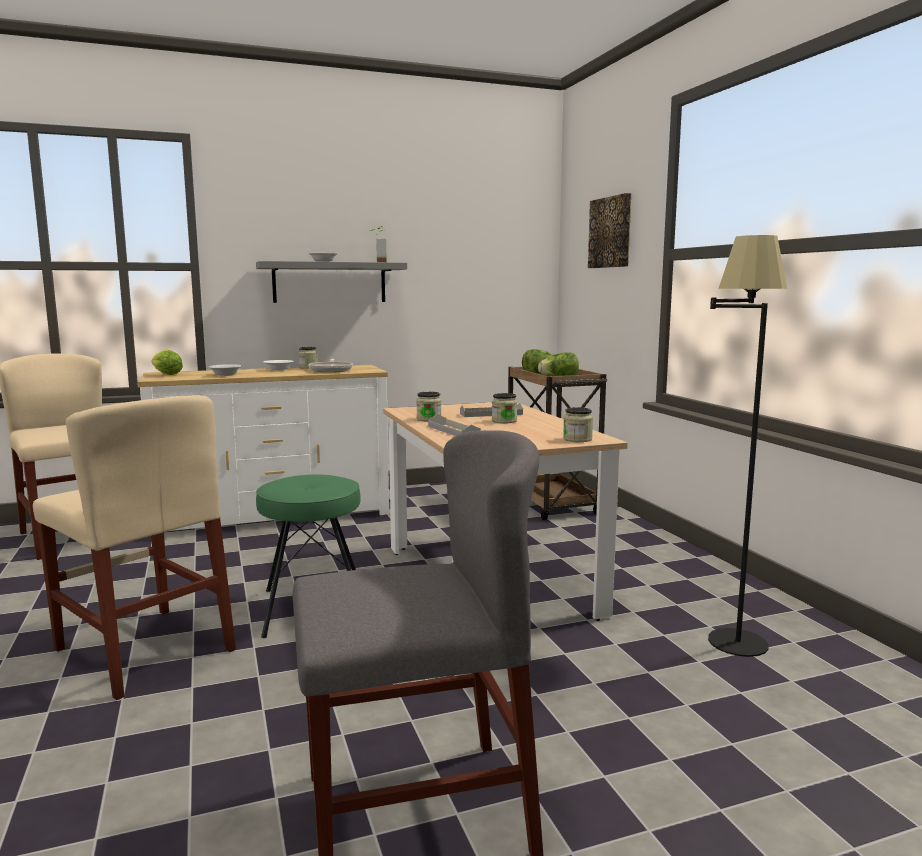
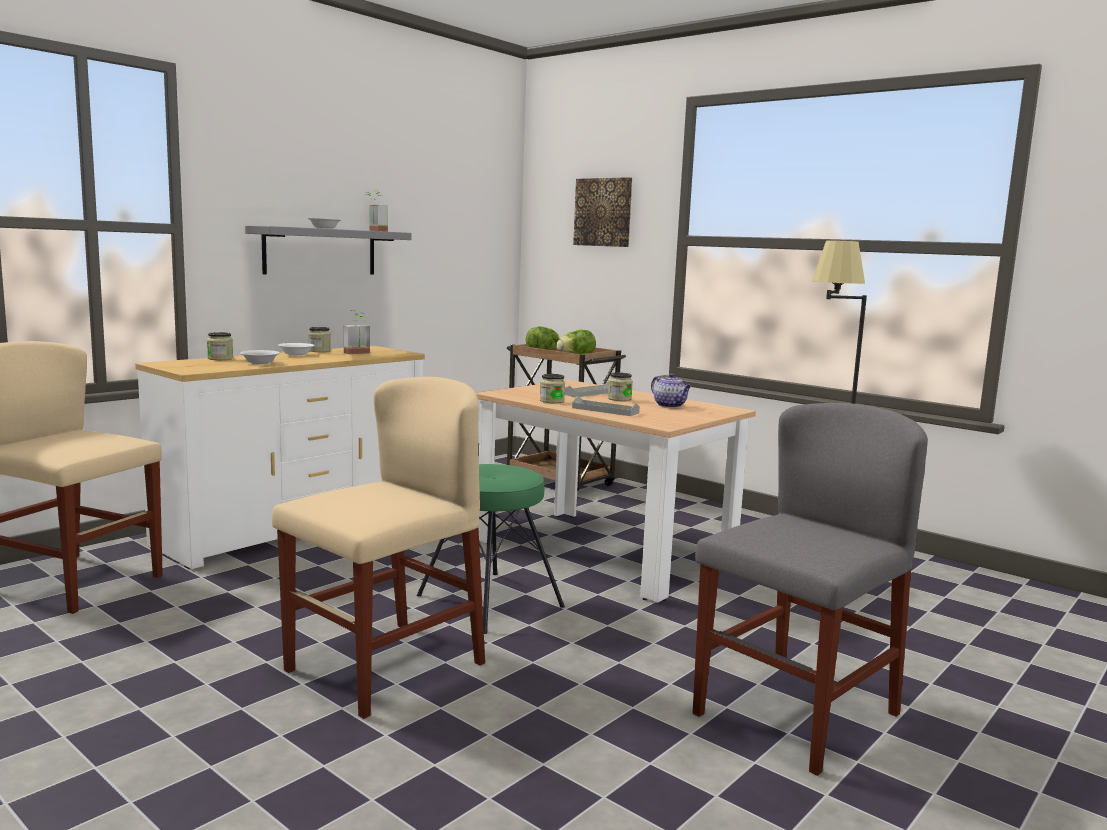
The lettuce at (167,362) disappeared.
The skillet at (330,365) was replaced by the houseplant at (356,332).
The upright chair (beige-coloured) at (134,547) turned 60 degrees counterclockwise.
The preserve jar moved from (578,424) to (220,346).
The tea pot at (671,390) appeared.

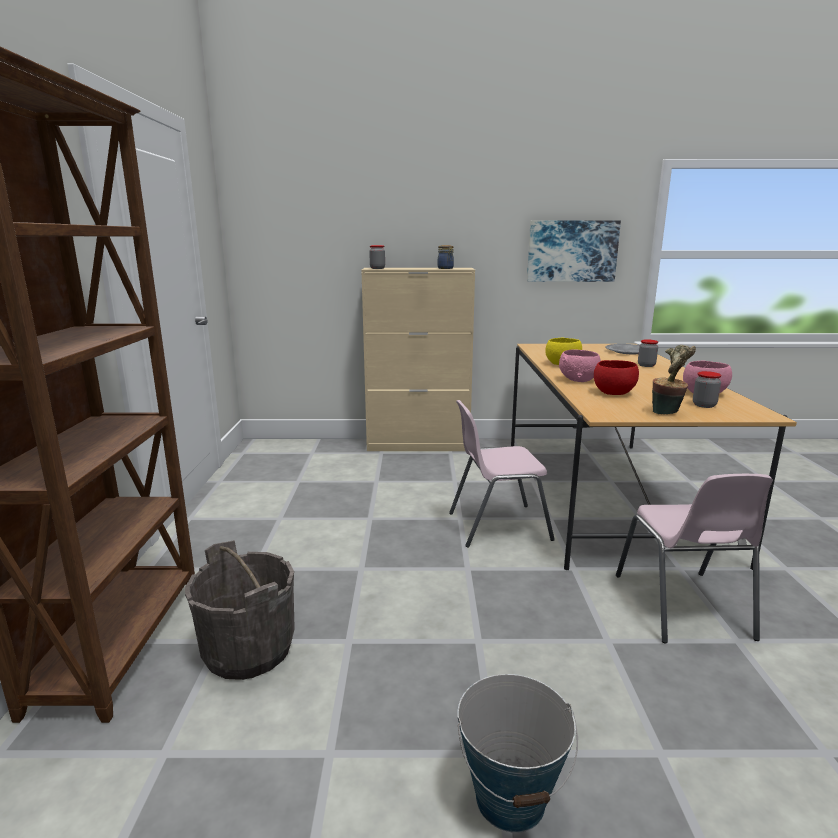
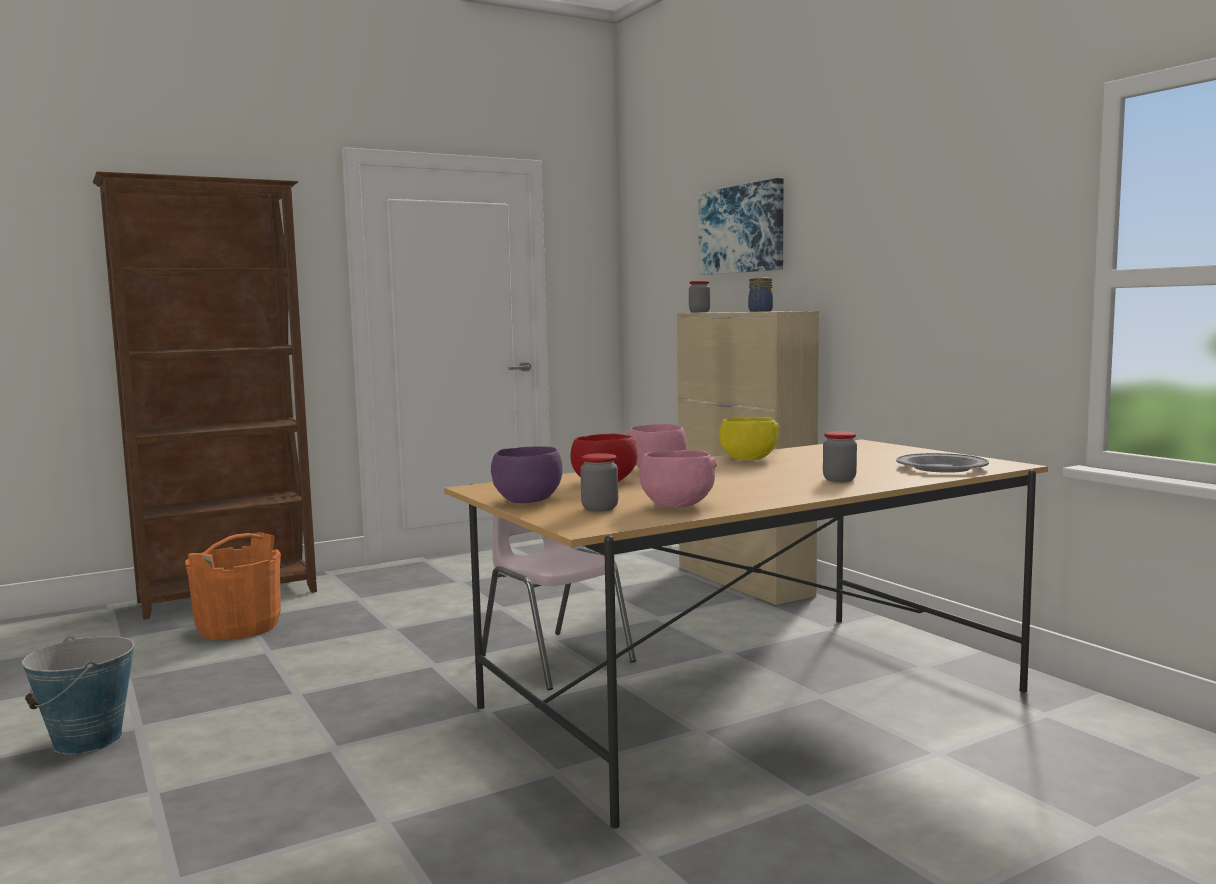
The wall picture moved from (574,251) to (741,226).
The houseplant at (674,379) was replaced by the deep dish (purple) at (527,474).
The upright chair (pinkish) at (694,558) disappeared.
The bucket (greyish) at (240,610) became the bucket (orange-coloured) at (233,586).

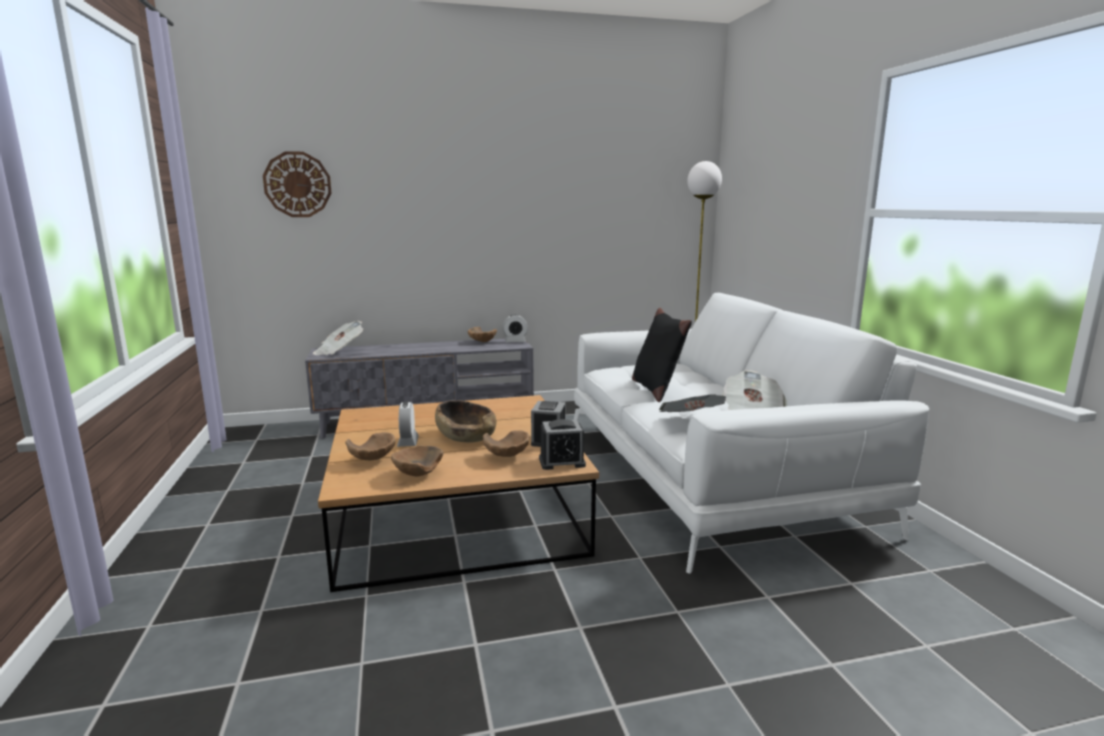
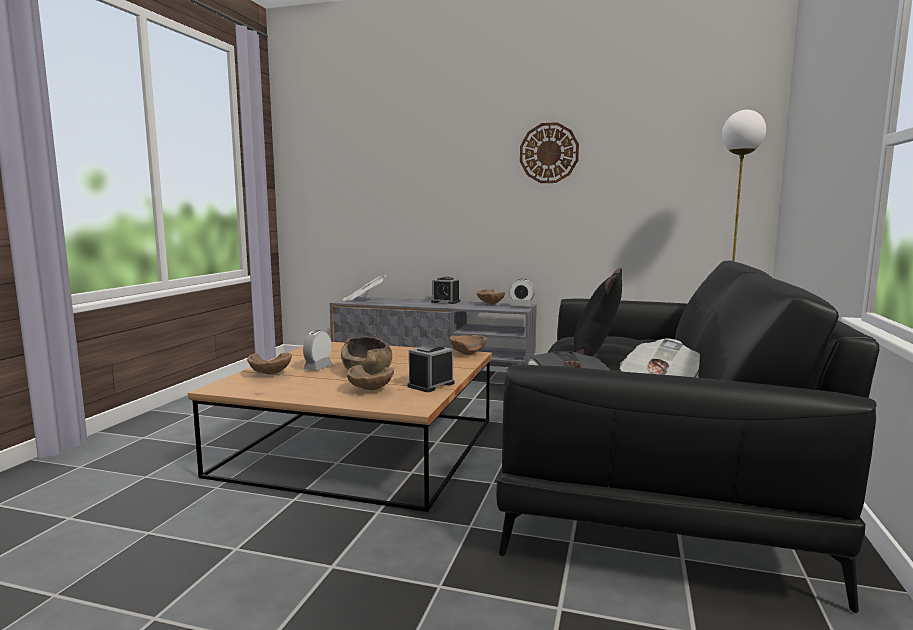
The wall clock moved from (297,184) to (549,152).
The sofa (white) at (751,433) became the sofa (black) at (687,437).
The bedside clock moved from (562,444) to (445,290).
The deep dish (brown) moved from (417,461) to (468,345).

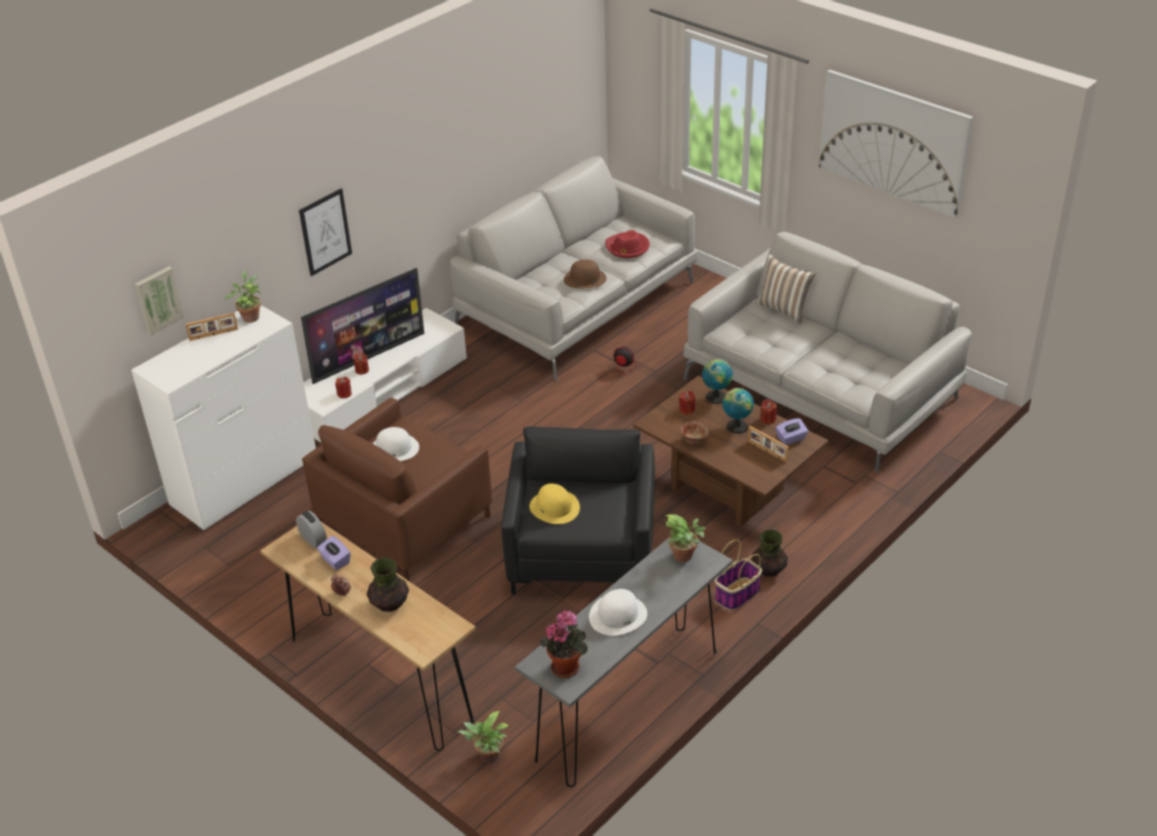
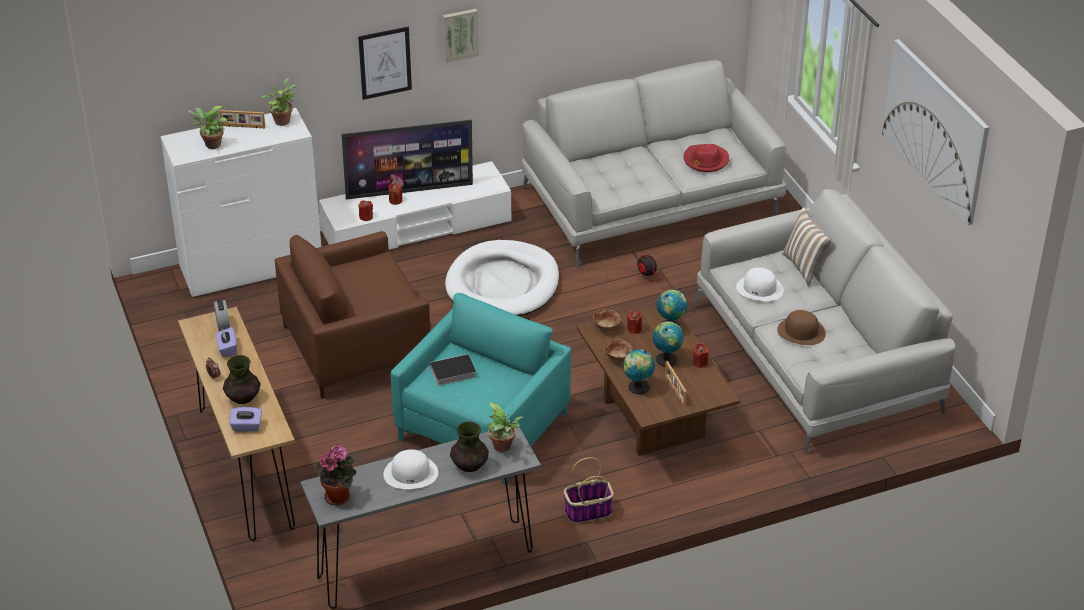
The hat (brown) moved from (585,273) to (801,327).
The wall picture moved from (159,301) to (461,36).
The tissue holder (purple) moved from (791,431) to (245,419).
The easy chair (black) at (578,510) became the easy chair (turquoise-coloured) at (481,388).
The hat (white) moved from (396,444) to (760,284).
The hat (yellowish) at (554,503) was replaced by the book at (450,370).
The decorative vase moved from (769,553) to (469,446).
The houseplant moved from (483,737) to (207,127).
The dog bed (white) at (502,278) appeared.
The deep dish at (606,320) appeared.
The desk globe at (639,371) appeared.

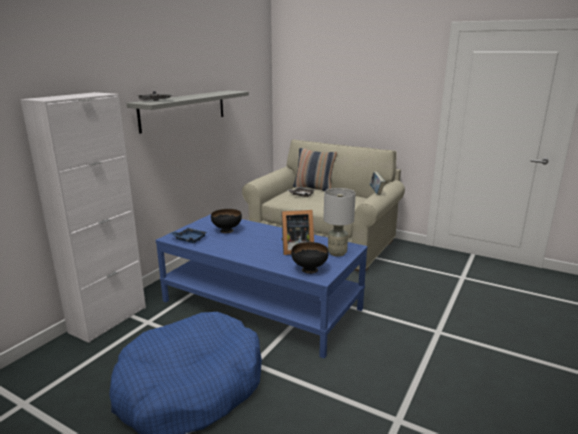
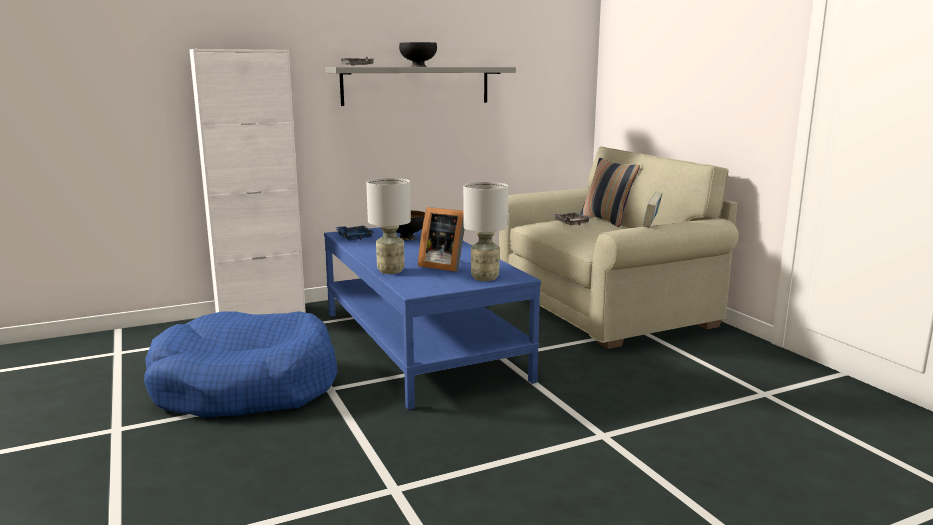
The deep dish (black) moved from (310,258) to (418,54).
The tabletop lamp (greyish) at (388,226) appeared.

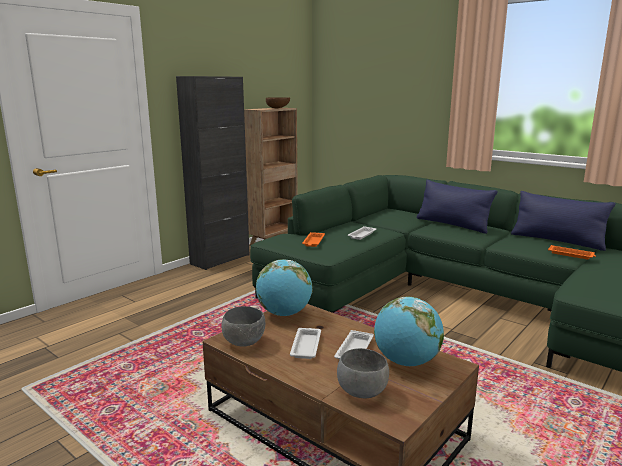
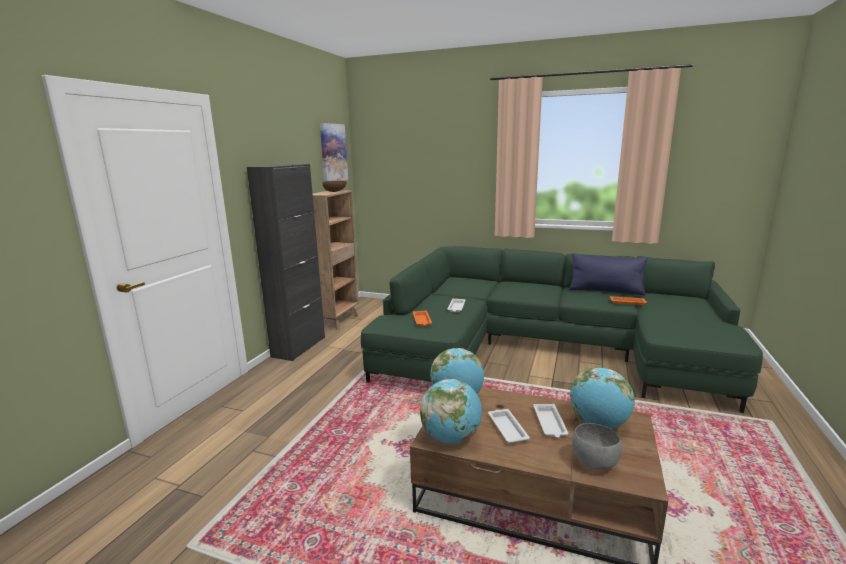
The cushion (bluish) at (457,207) disappeared.
The deep dish (greyish) at (243,326) was replaced by the desk globe at (451,411).
The wall picture at (334,152) appeared.

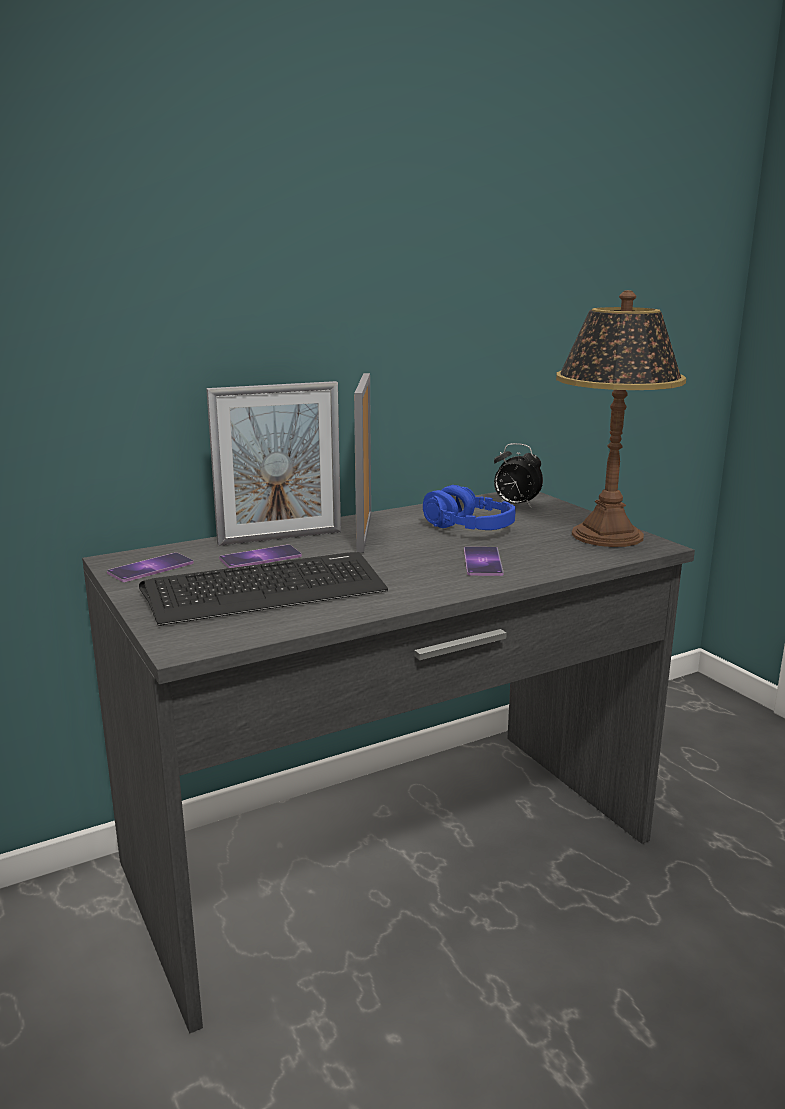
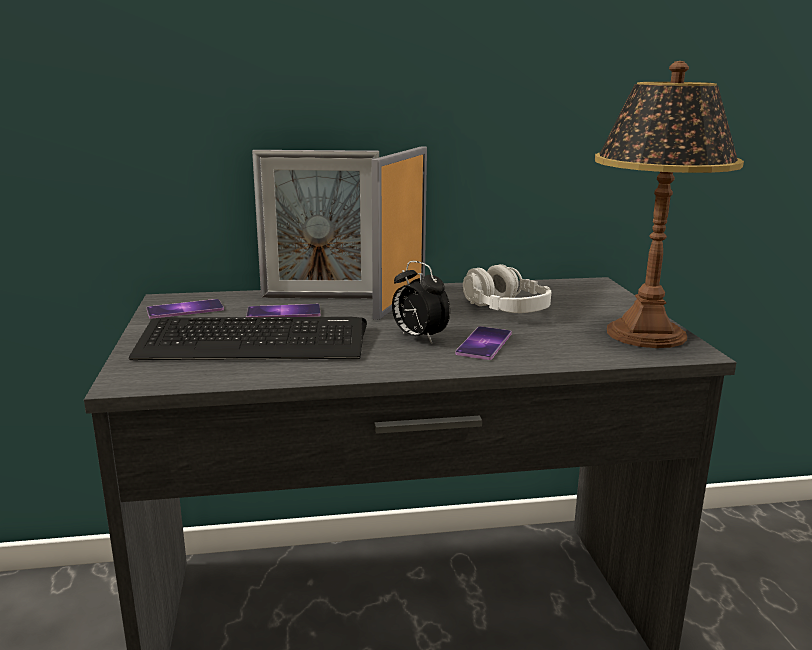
The bedside clock moved from (518,475) to (421,302).
The headset (bluish) at (469,507) became the headset (greyish) at (507,288).

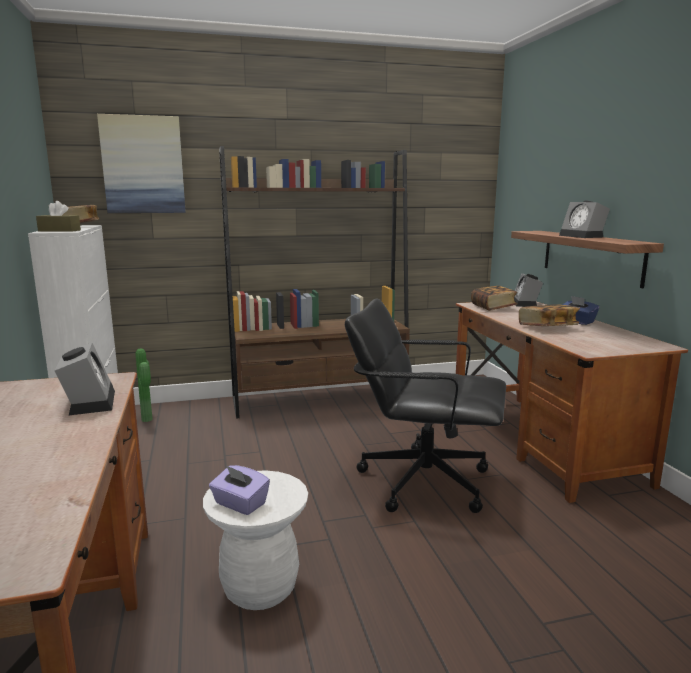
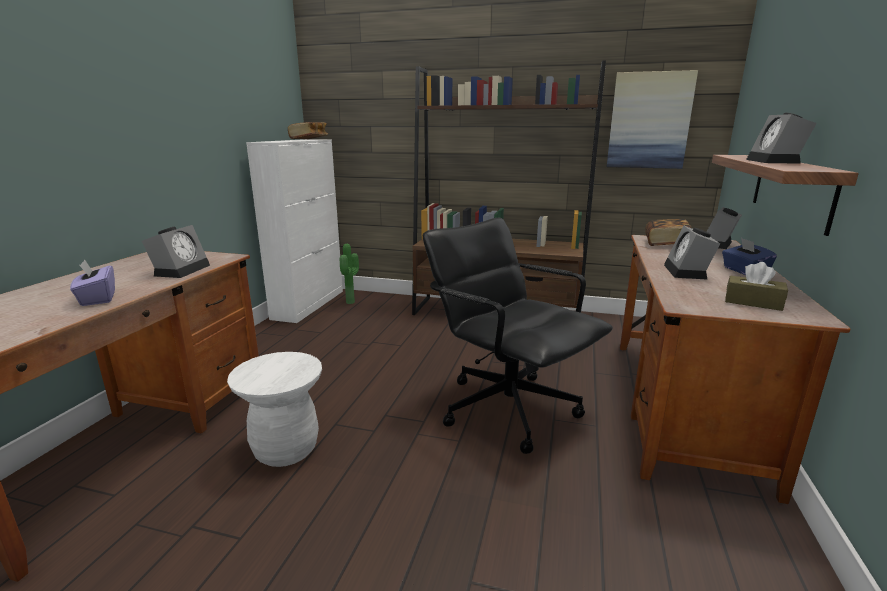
The wall picture moved from (141,163) to (652,119).
The tissue holder (brown) moved from (58,216) to (756,286).
The book at (549,315) was replaced by the bedside clock at (692,253).
The tissue holder (purple) moved from (239,490) to (92,283).

